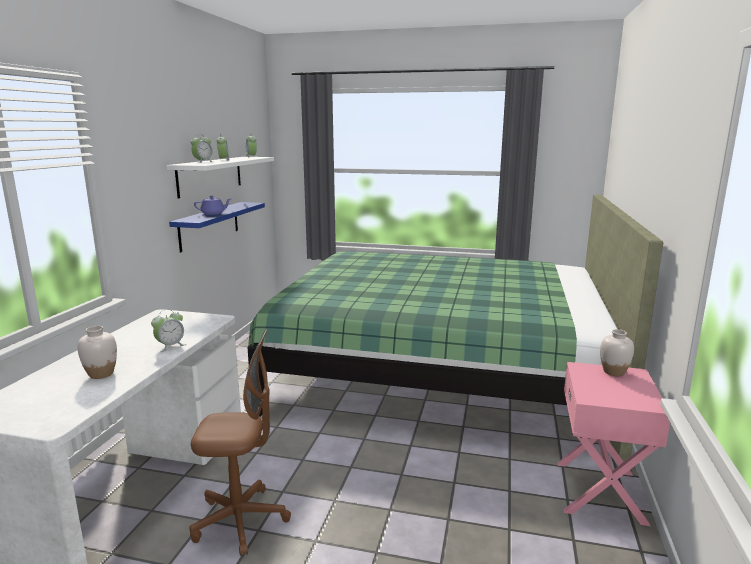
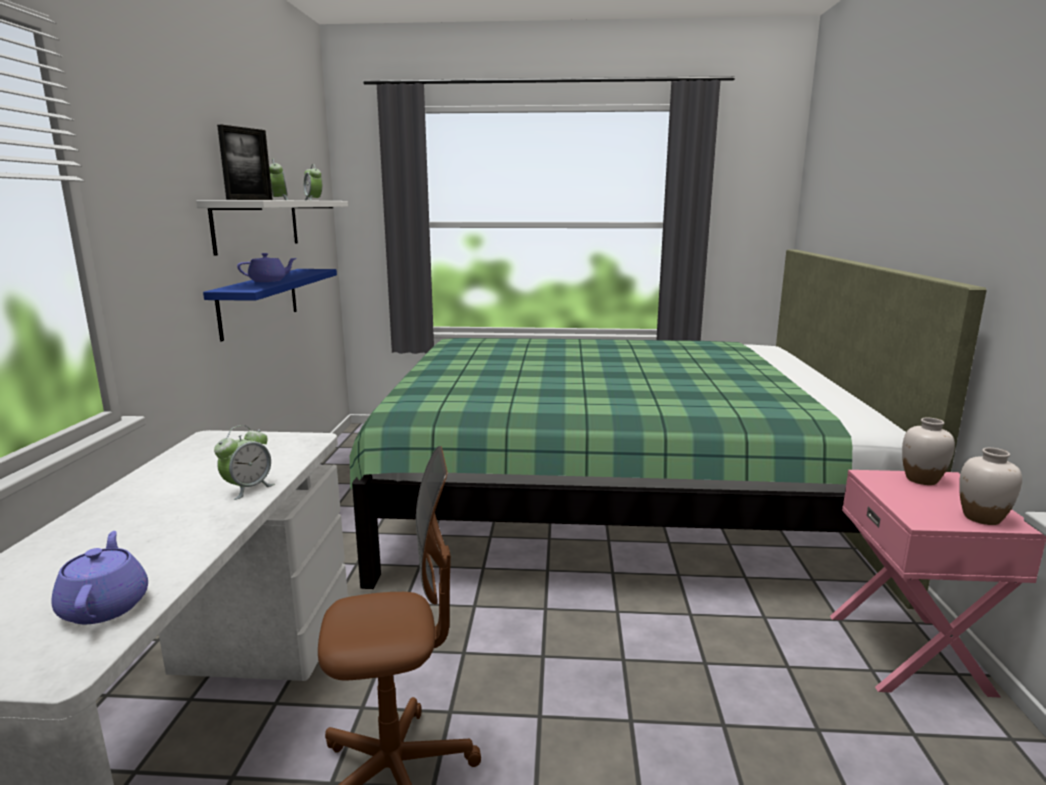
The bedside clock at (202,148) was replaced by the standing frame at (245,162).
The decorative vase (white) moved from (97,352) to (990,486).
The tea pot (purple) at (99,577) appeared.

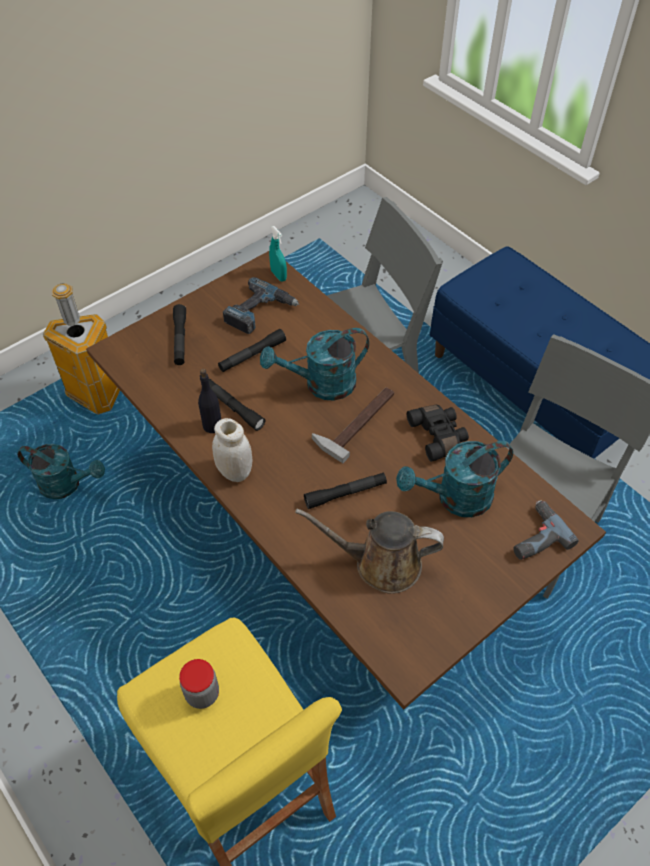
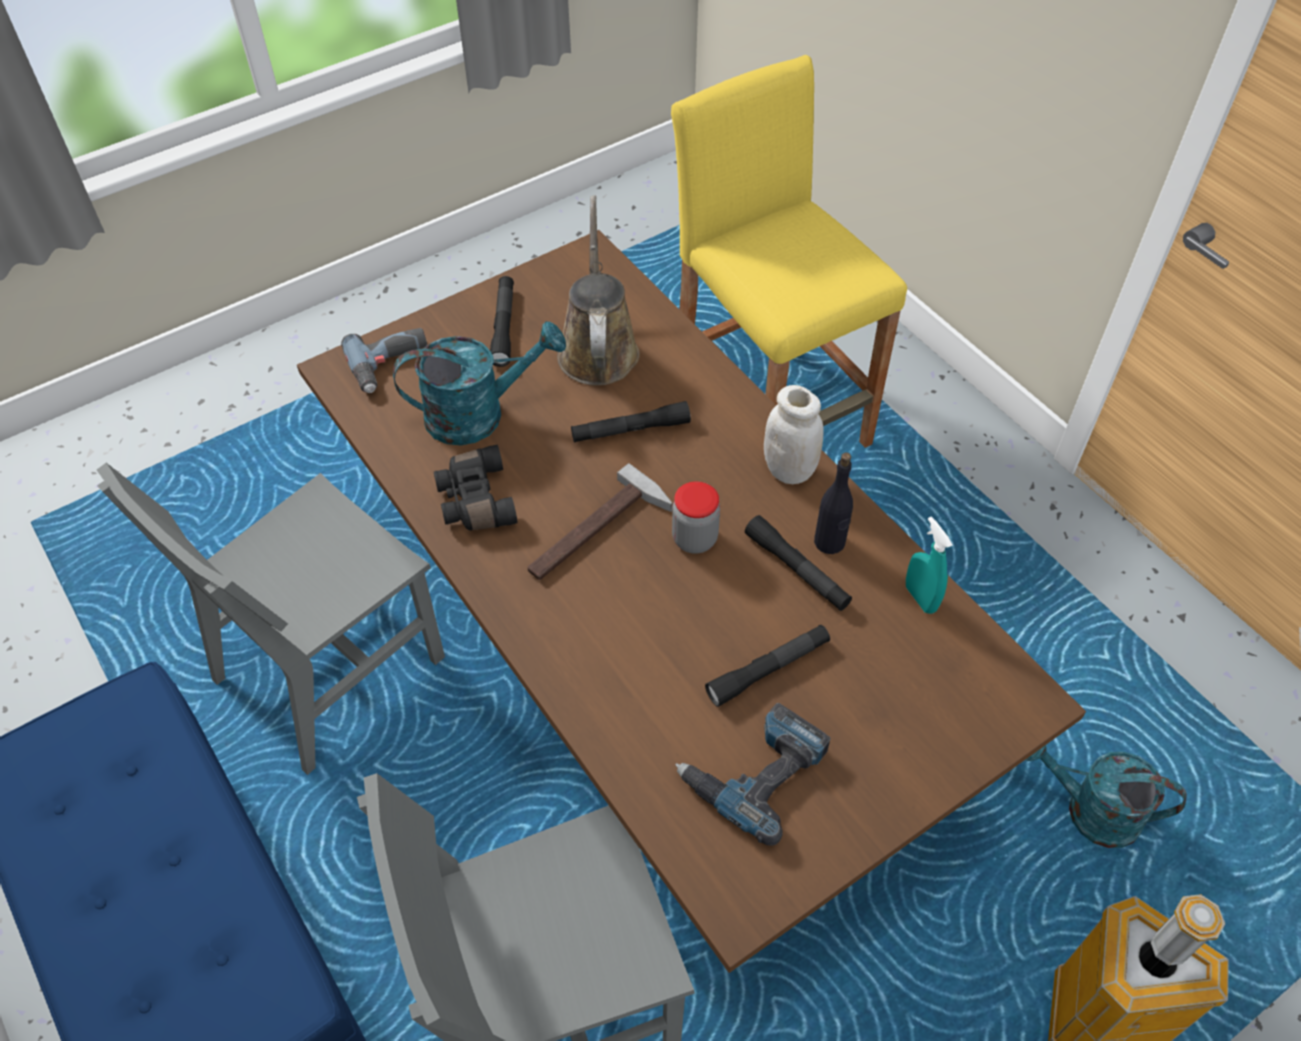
The sprayer (turquoise-coloured) moved from (278,254) to (929,565).
The hand torch (black) moved from (179,334) to (502,321).
The sprinkling can (turquoise-coloured) at (314,364) disappeared.
The sprinkling can (brown) at (369,551) turned 105 degrees counterclockwise.
The preserve jar moved from (199,684) to (696,517).

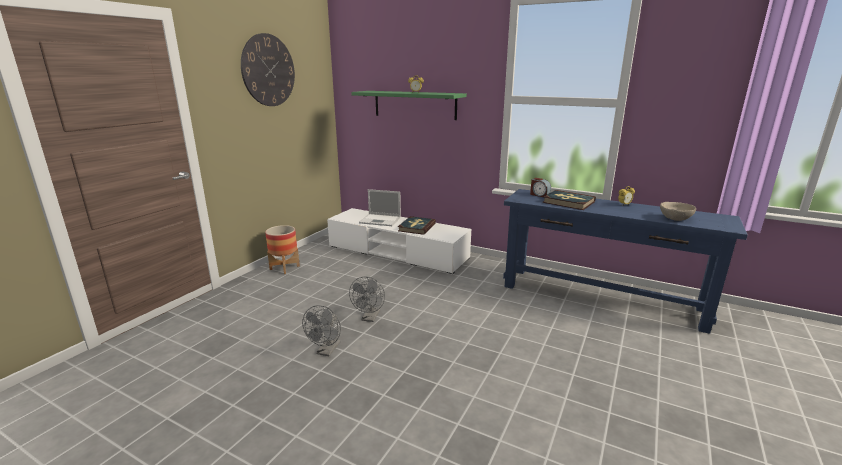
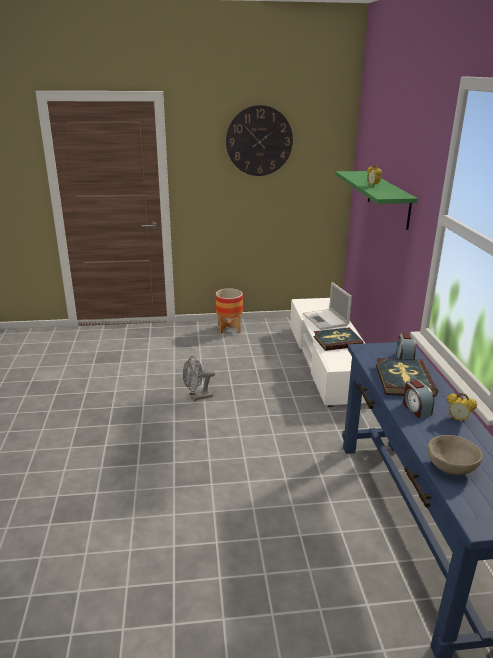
The electric fan (greyish) at (321,330) disappeared.
The bedside clock at (418,399) appeared.

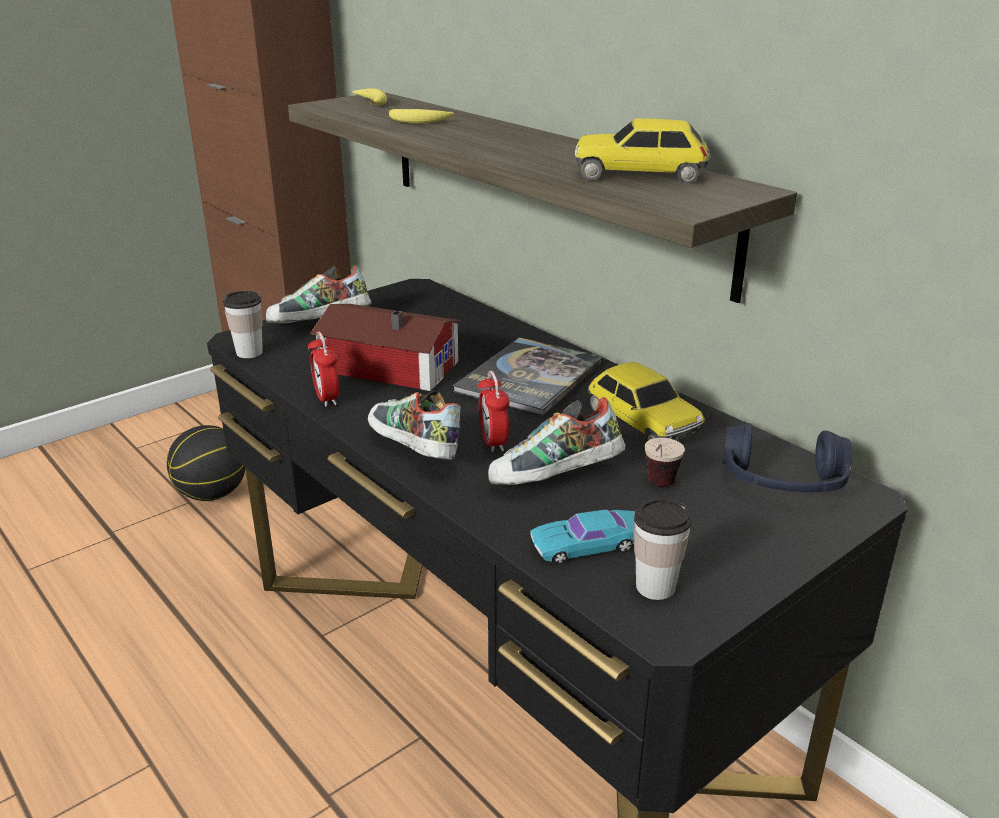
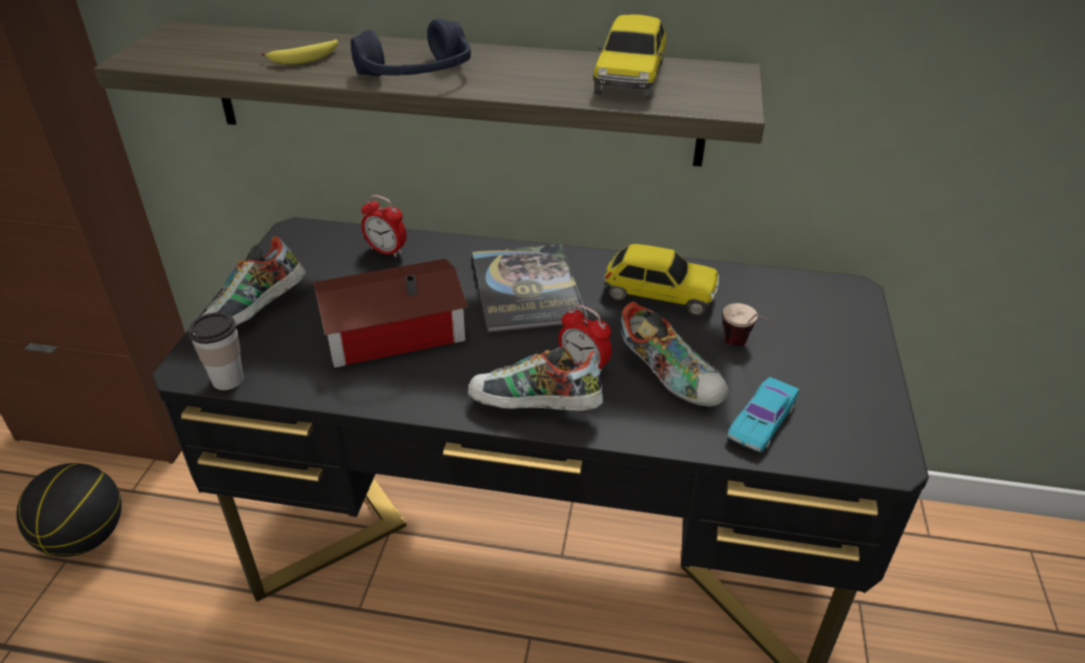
The banana fruit at (369,96) disappeared.
The model car at (643,151) turned 45 degrees counterclockwise.
The bedside clock moved from (323,369) to (384,226).
The shoe at (556,441) turned 75 degrees counterclockwise.
The headset (bluish) moved from (787,457) to (411,47).
The cup at (663,549) disappeared.

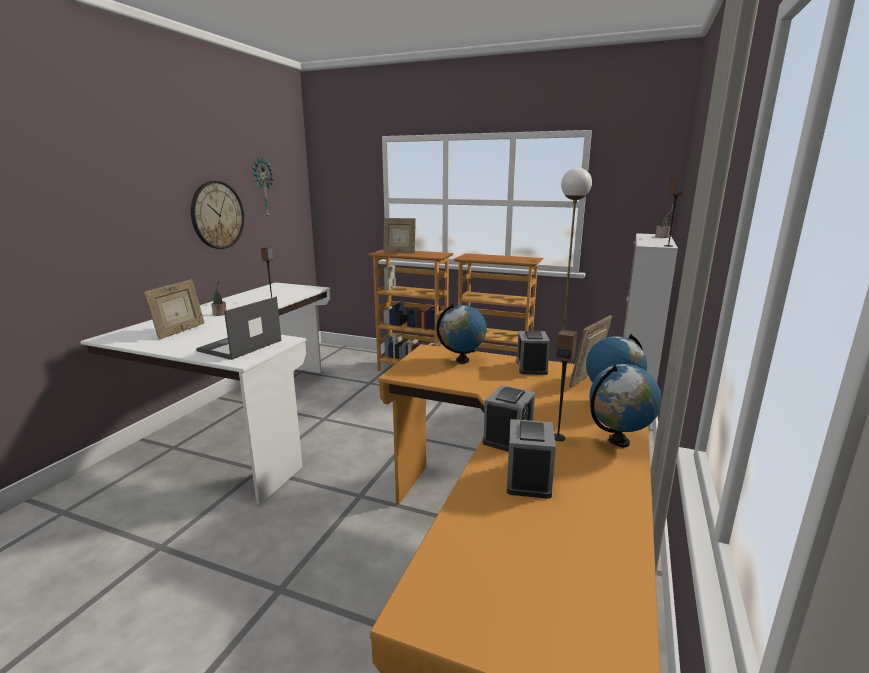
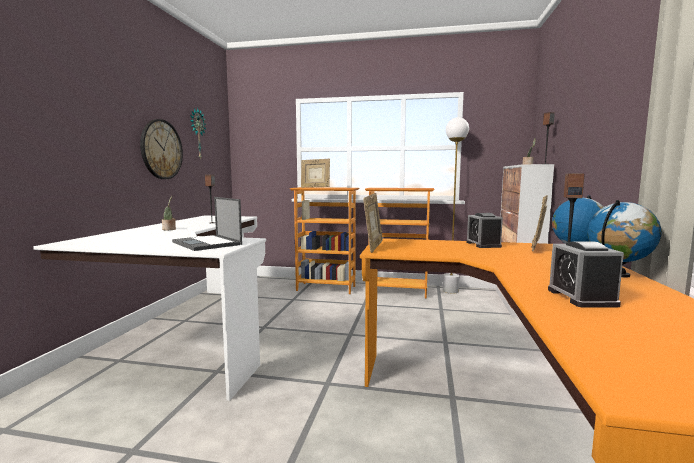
The standing frame moved from (174,309) to (373,223).
The portable computer at (238,328) turned 60 degrees counterclockwise.
The desk globe at (461,334) disappeared.
The bedside clock at (509,418) disappeared.

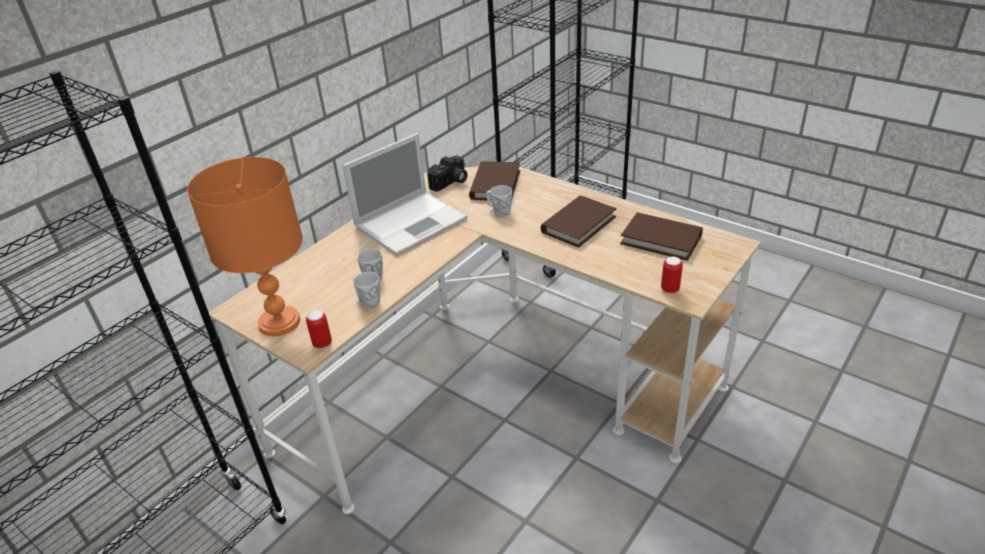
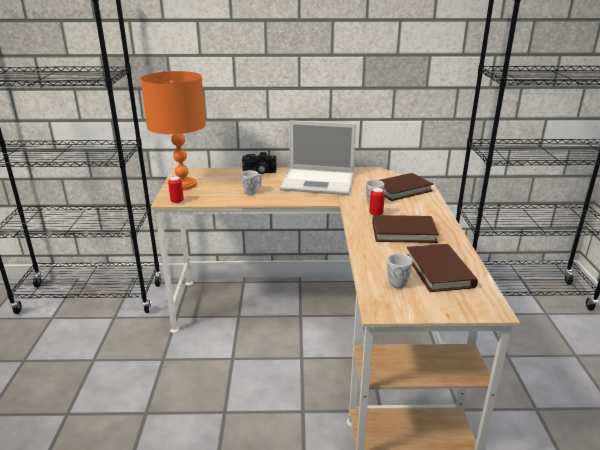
The still camera moved from (447,173) to (259,163).
The metal can moved from (672,275) to (377,201).
The tea mug (white) moved from (366,290) to (400,271).

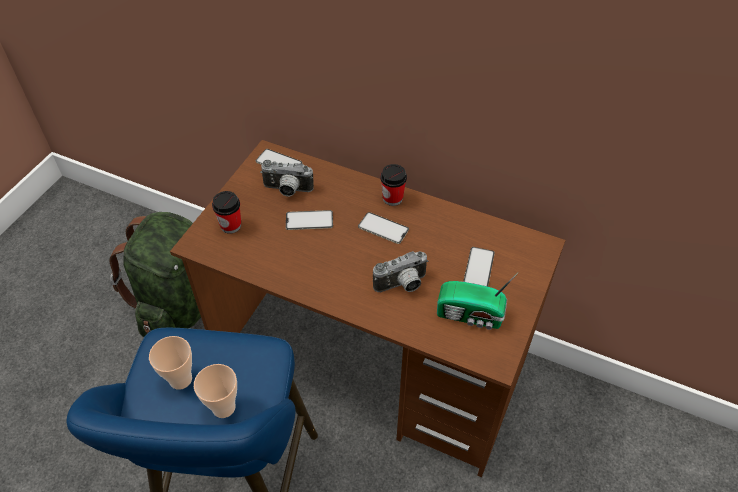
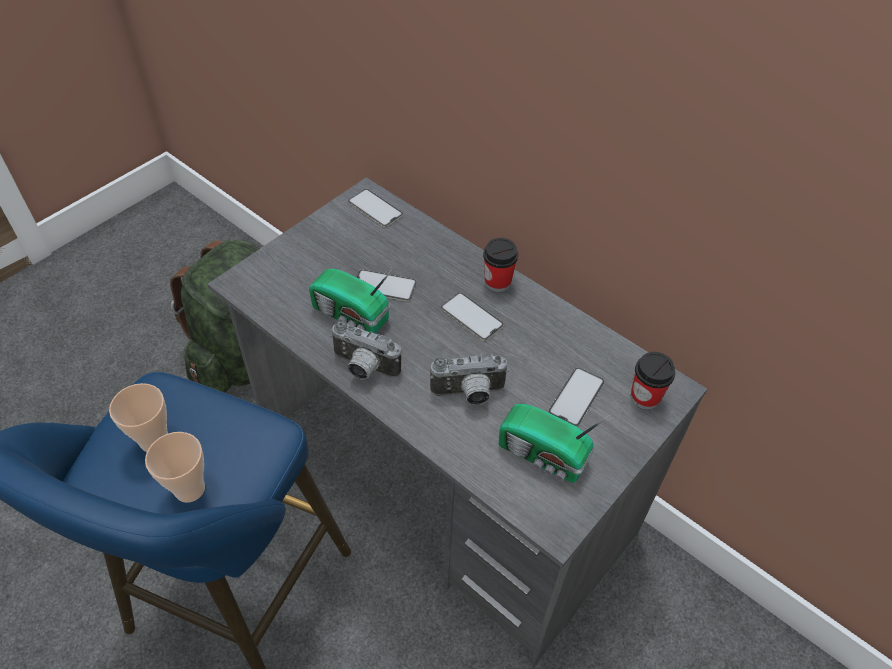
The desk unit (brown) at (368,308) became the desk unit (greyish) at (457,421).
The still camera moved from (287,178) to (365,350).
The cup moved from (226,212) to (653,381).
The radio set at (351,301) appeared.

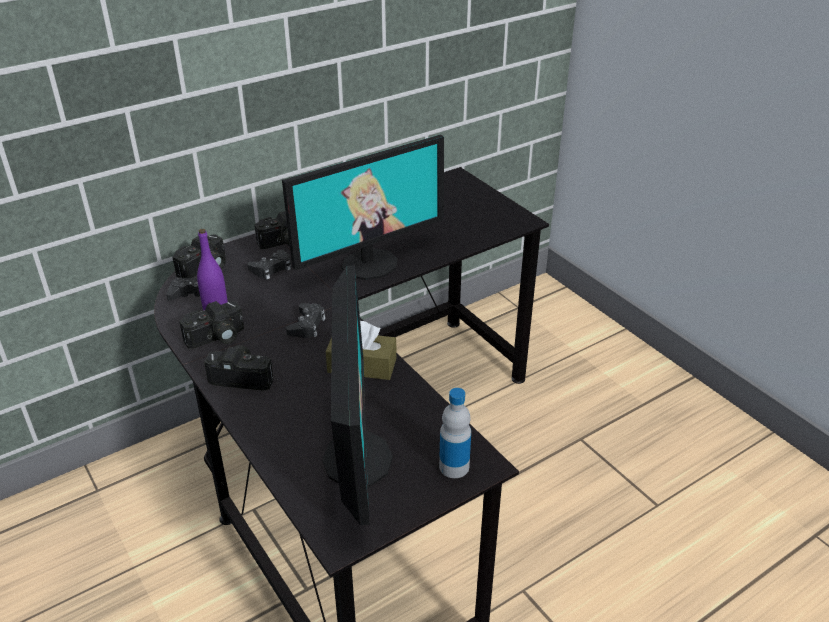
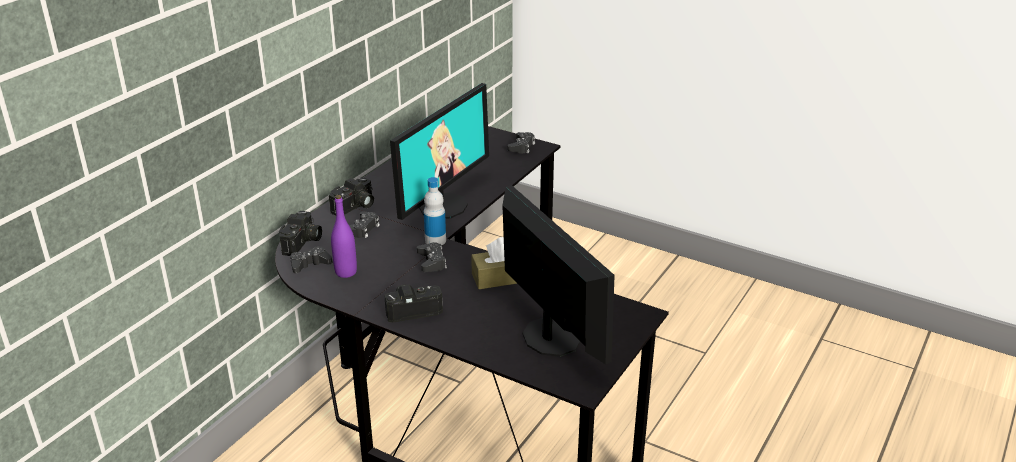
The still camera at (211,325) disappeared.
The beverage bottle moved from (455,433) to (435,211).
The game controller (black) at (521,143) appeared.

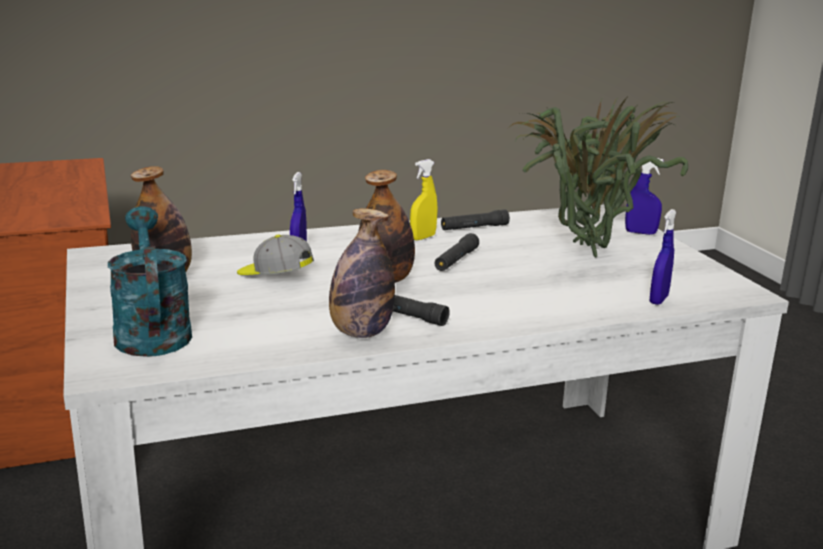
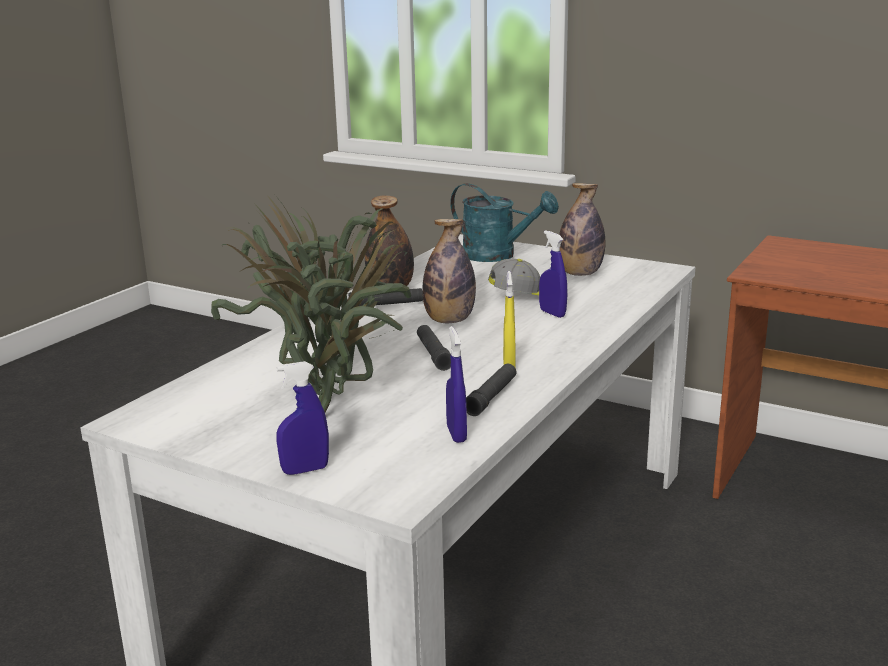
The sprayer (bluish) moved from (663,257) to (456,384).

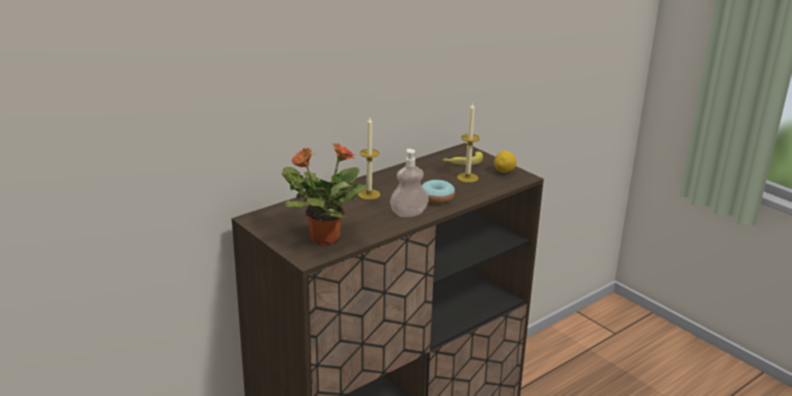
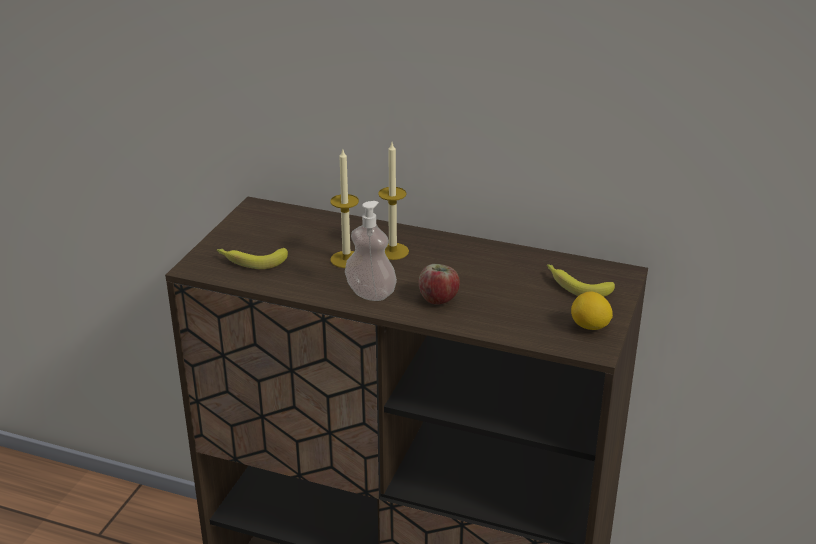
The wax candle moved from (468,143) to (345,209).
The houseplant at (325,194) was replaced by the banana fruit at (252,258).
The donut at (438,192) was replaced by the apple fruit at (439,284).

